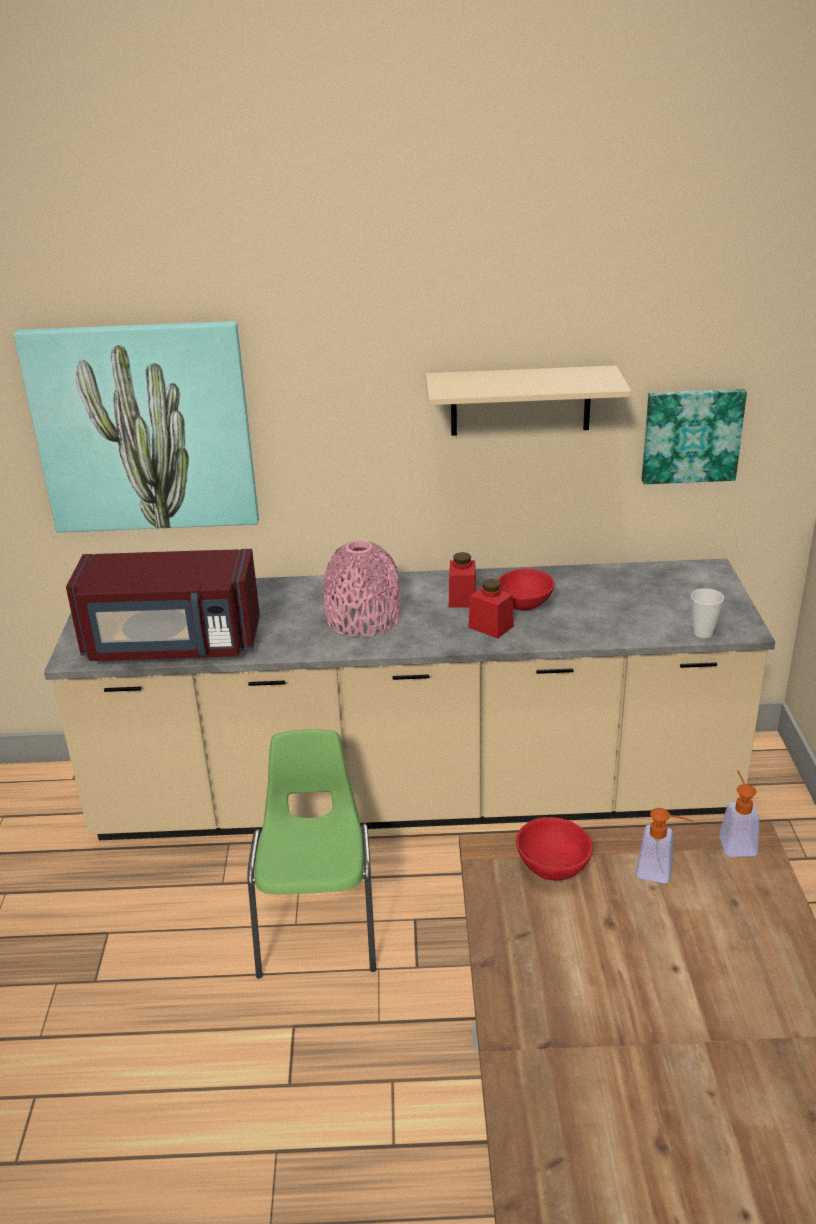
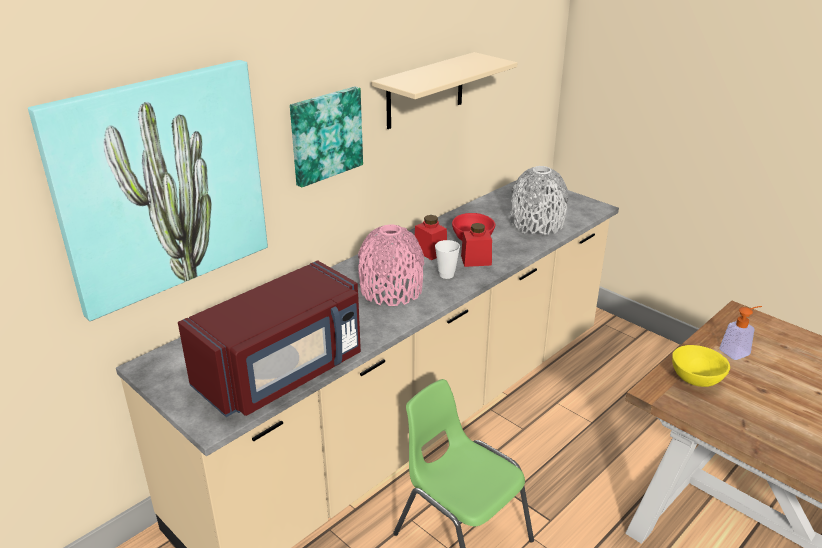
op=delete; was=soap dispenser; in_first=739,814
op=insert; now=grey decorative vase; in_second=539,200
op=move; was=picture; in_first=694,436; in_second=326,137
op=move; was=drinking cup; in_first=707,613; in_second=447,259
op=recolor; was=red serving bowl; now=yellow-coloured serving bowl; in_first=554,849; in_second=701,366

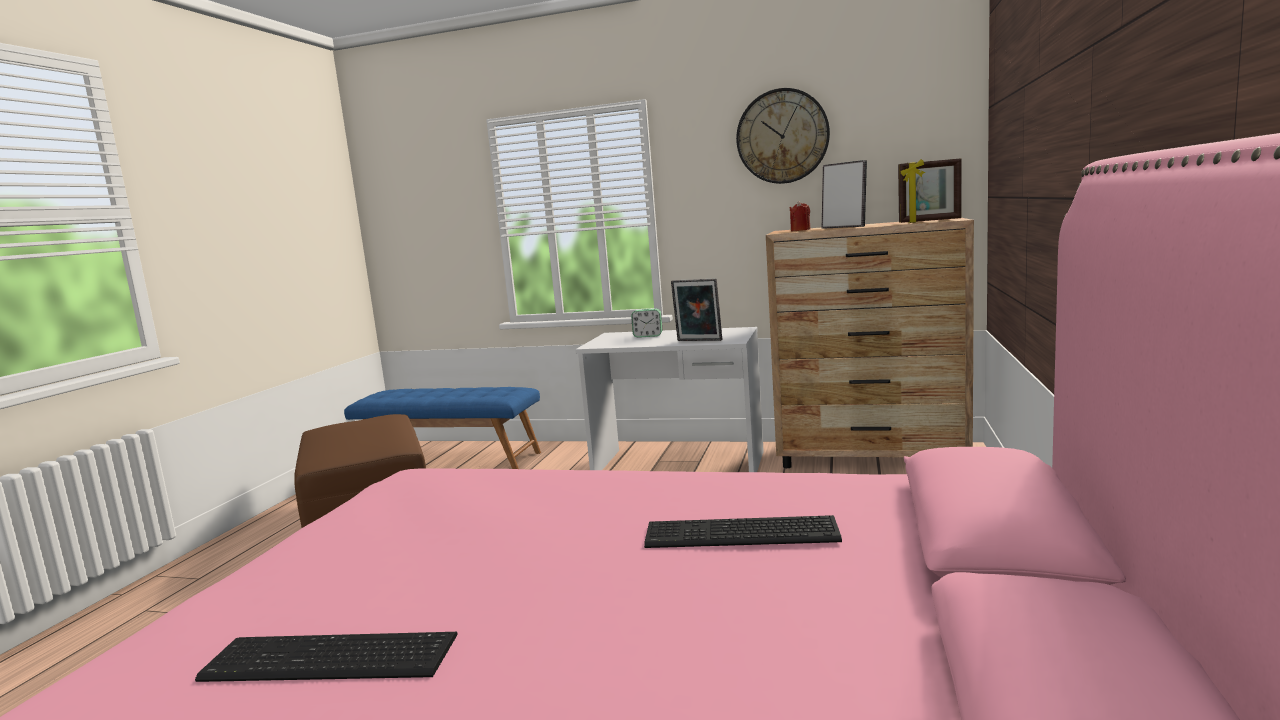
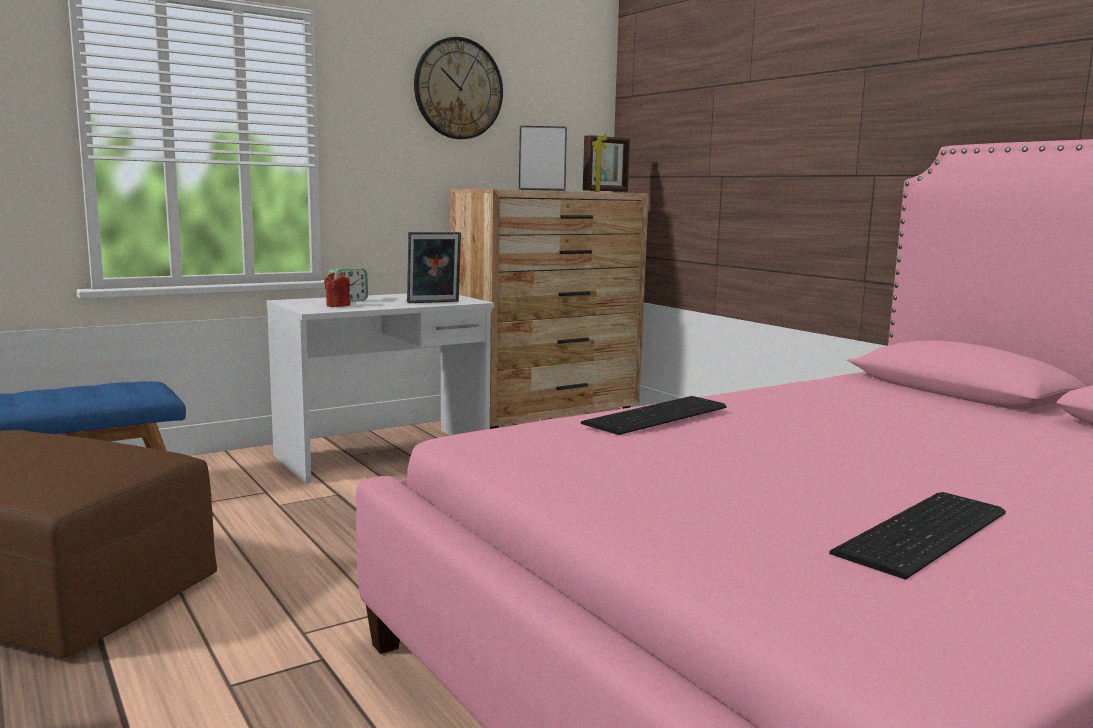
op=move; was=computer keyboard; in_first=743,531; in_second=654,415
op=move; was=red candle; in_first=800,216; in_second=337,289

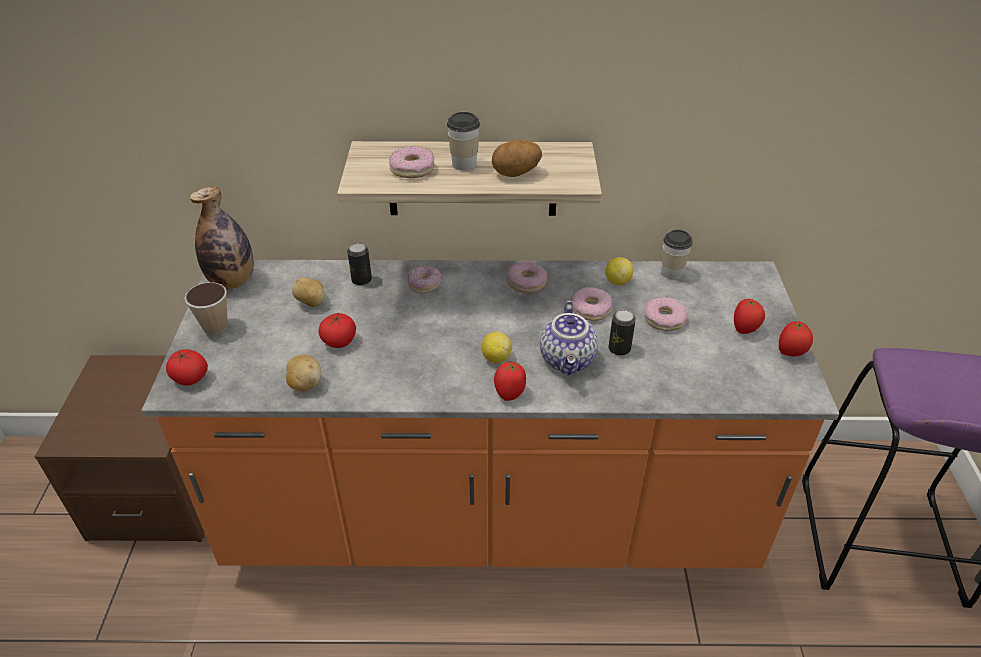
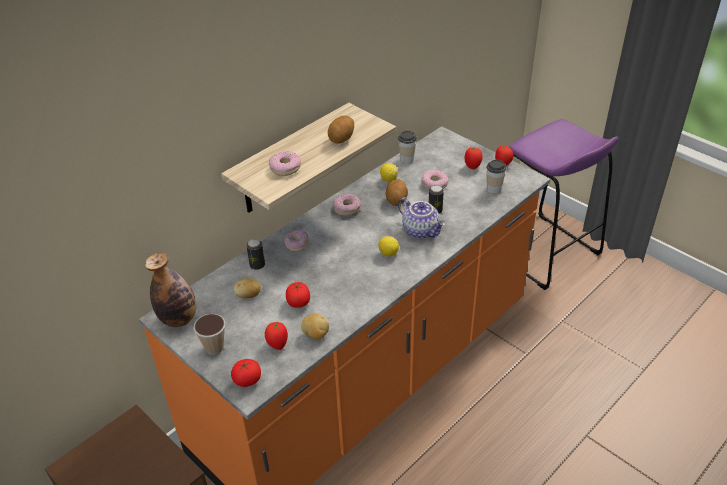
op=move; was=drinking cup; in_first=463,141; in_second=496,177
op=move; was=whole tomato; in_first=510,381; in_second=276,335
op=replace; was=donut; now=potato; in_first=592,304; in_second=397,192

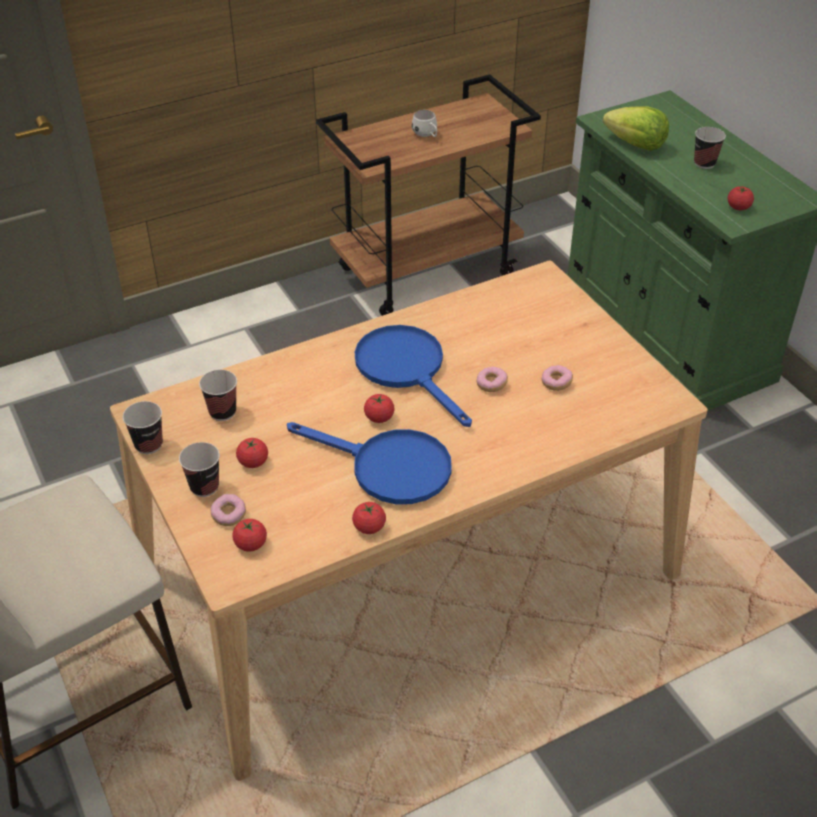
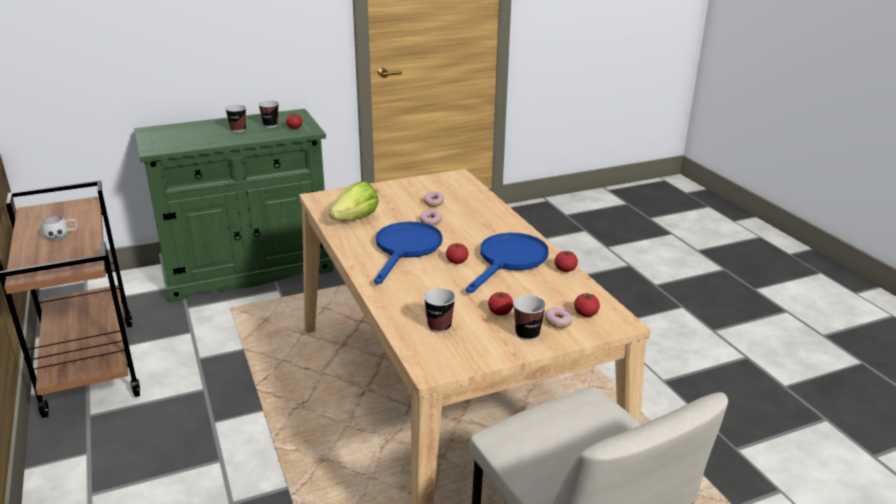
op=move; was=drinking cup; in_first=143,427; in_second=268,114
op=move; was=head of lettuce; in_first=636,128; in_second=354,201
op=rotate; was=blue frying pan; in_first=413,376; in_second=408,253; clockwise=135

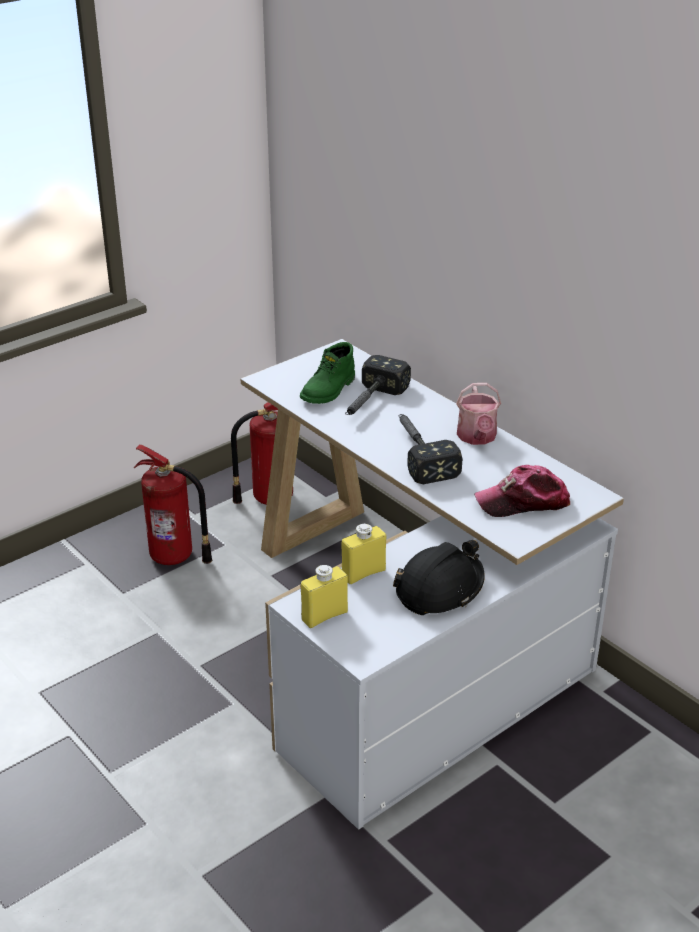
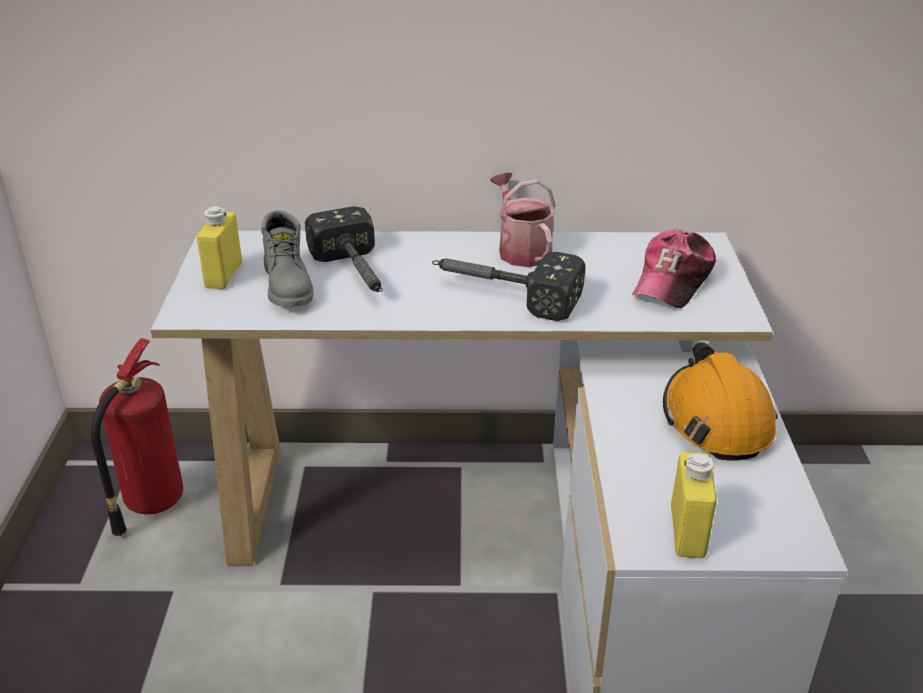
op=delete; was=fire-fighting cylinder; in_first=173,504
op=move; was=yellow-coloured drink bottle; in_first=363,554; in_second=219,247
op=recolor; was=green-coloured high-top boot; now=grey high-top boot; in_first=327,373; in_second=287,258
op=recolor; was=black safety helmet; now=orange-coloured safety helmet; in_first=439,577; in_second=720,401
op=rotate; was=watering can; in_first=478,414; in_second=523,219; clockwise=-150

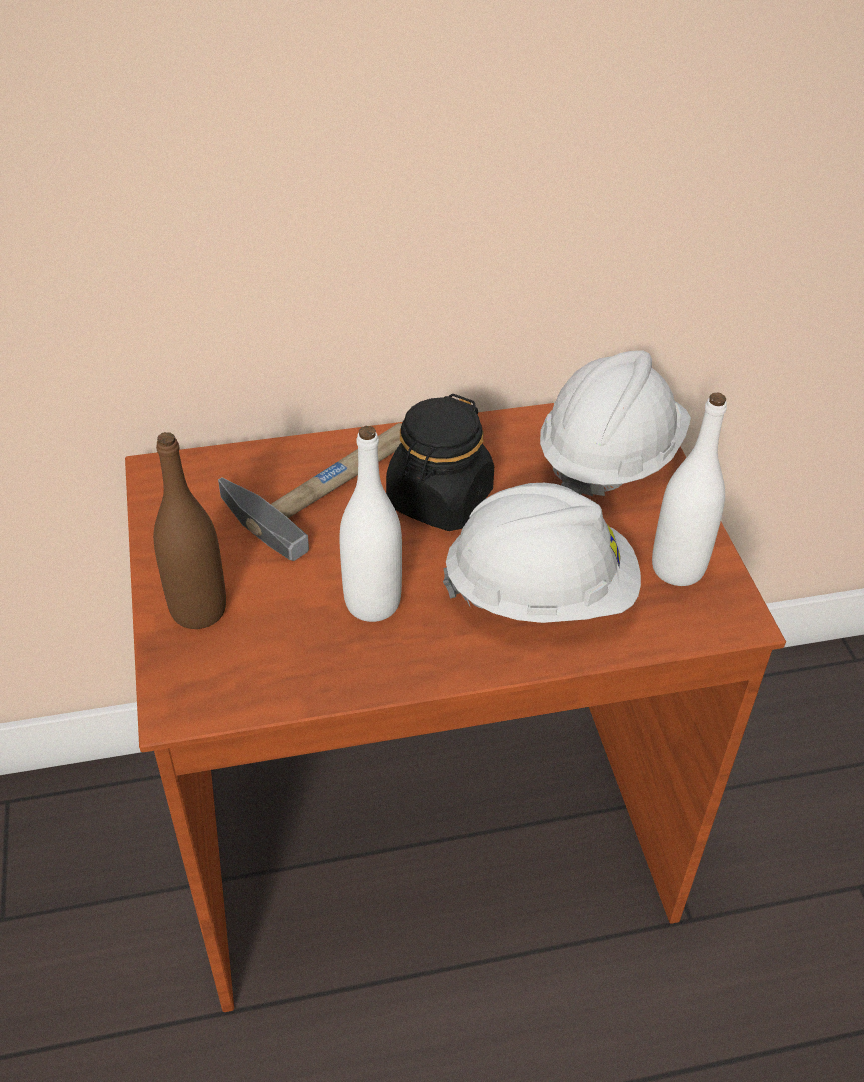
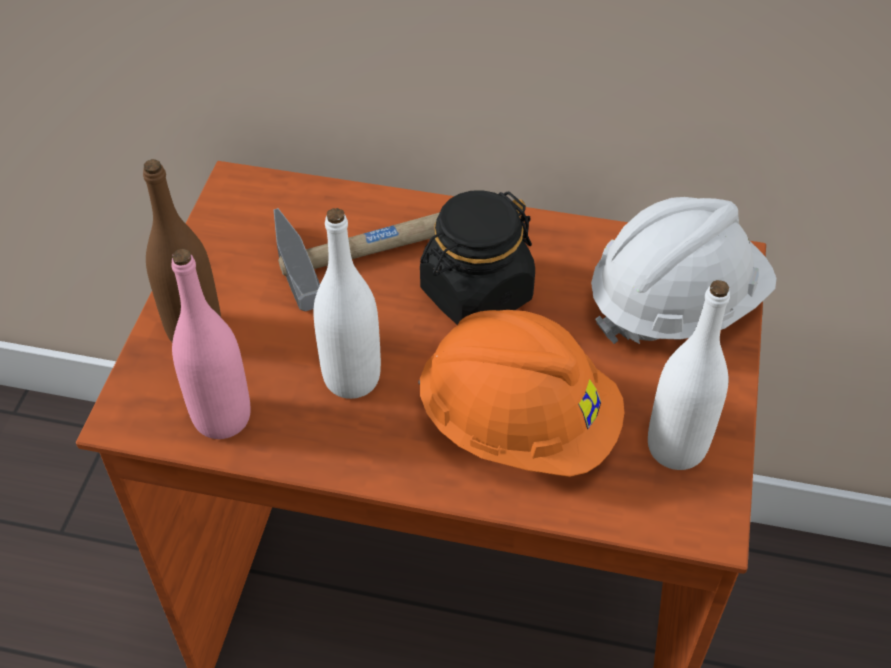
op=insert; now=pink-coloured drink bottle; in_second=211,344
op=recolor; was=white safety helmet; now=orange-coloured safety helmet; in_first=542,553; in_second=521,393

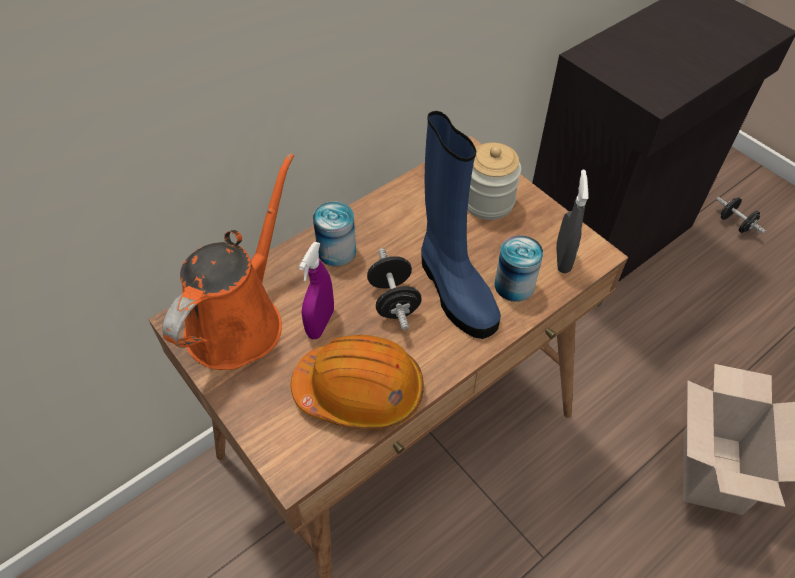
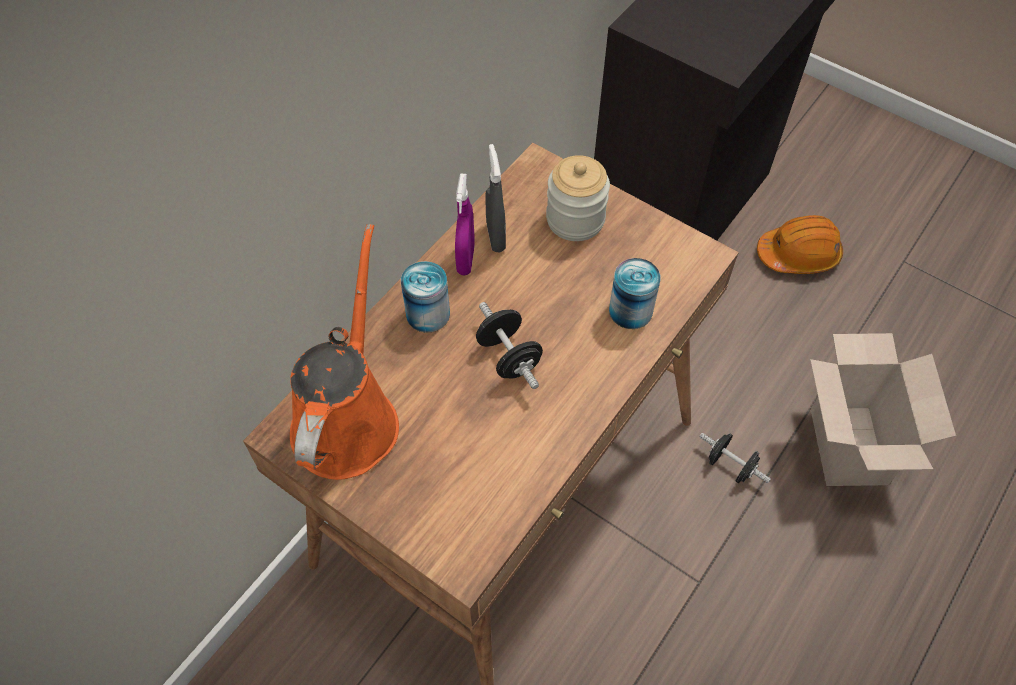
op=delete; was=blue high-top boot; in_first=461,225
op=move; was=orange-coloured safety helmet; in_first=357,382; in_second=800,244
op=move; was=purple sprayer; in_first=316,290; in_second=465,225
op=move; was=grey sprayer; in_first=572,221; in_second=495,198
op=move; was=black dumbbell; in_first=741,215; in_second=735,458

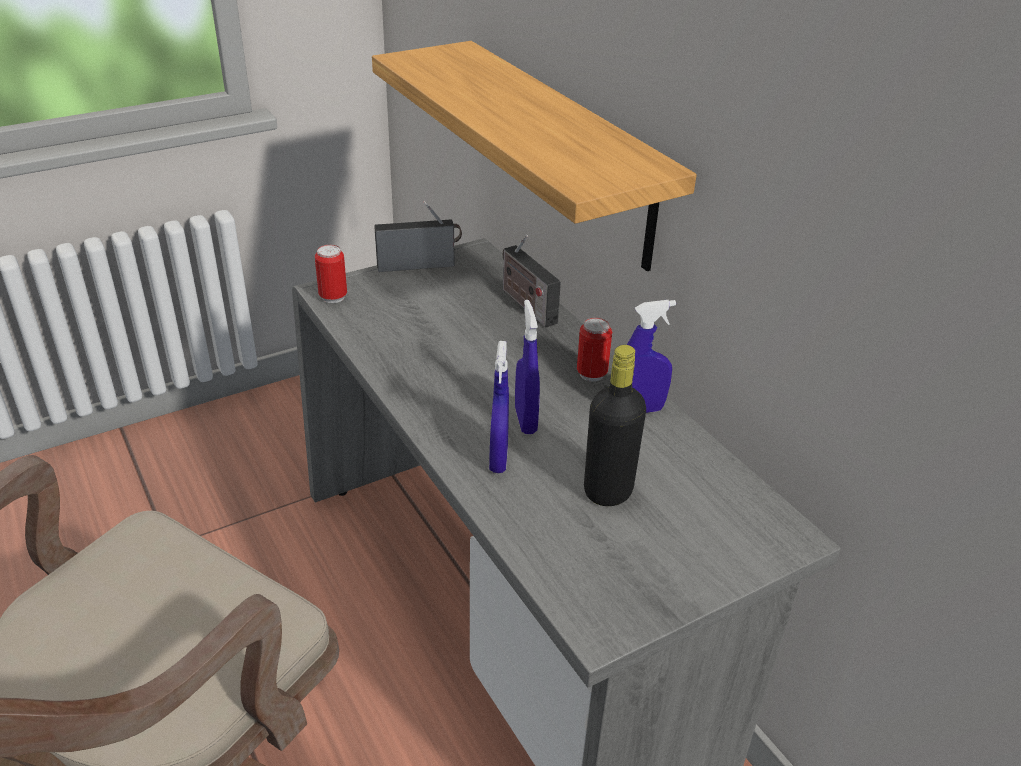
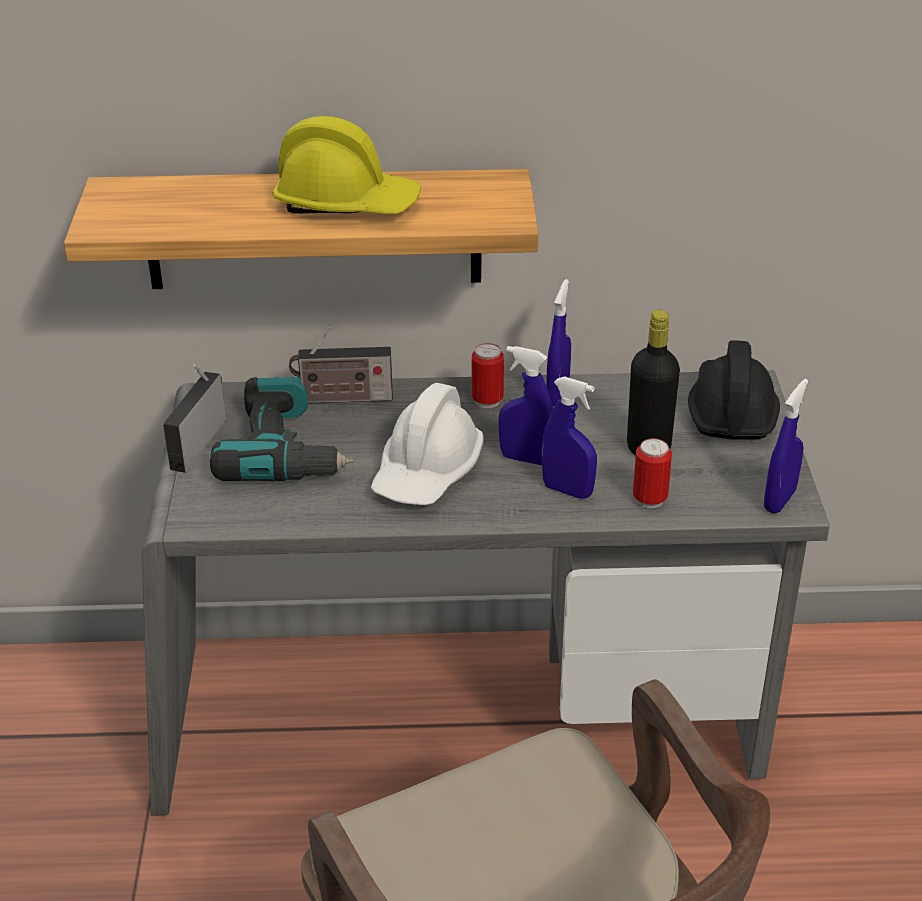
op=insert; now=drill; in_second=282,429
op=insert; now=yellow-coloured safety helmet; in_second=347,165
op=insert; now=white safety helmet; in_second=427,444
op=insert; now=black safety helmet; in_second=734,390
op=insert; now=blue sprayer; in_second=786,446
op=move; was=metal can; in_first=331,274; in_second=652,473

